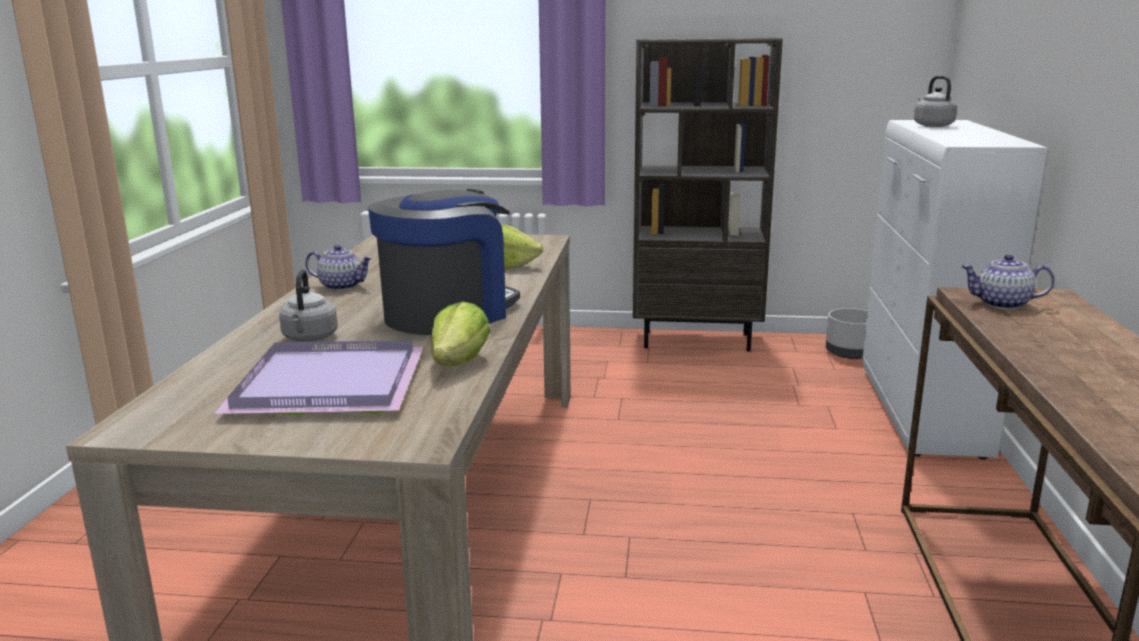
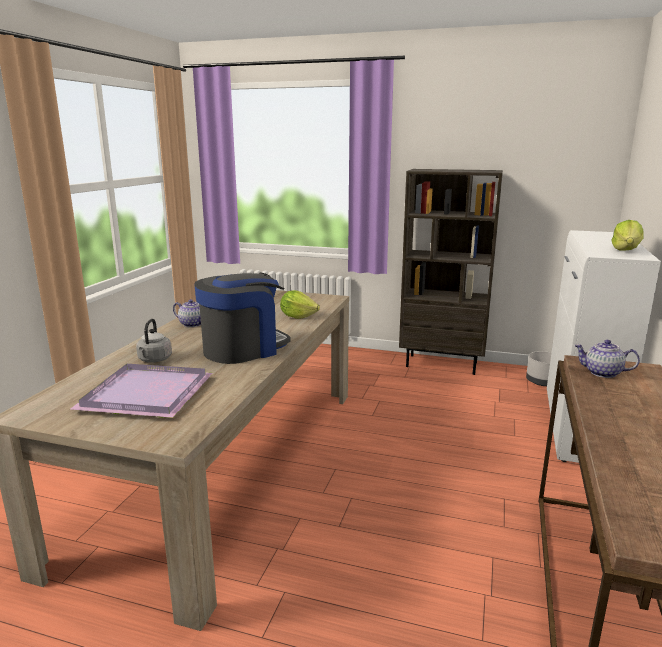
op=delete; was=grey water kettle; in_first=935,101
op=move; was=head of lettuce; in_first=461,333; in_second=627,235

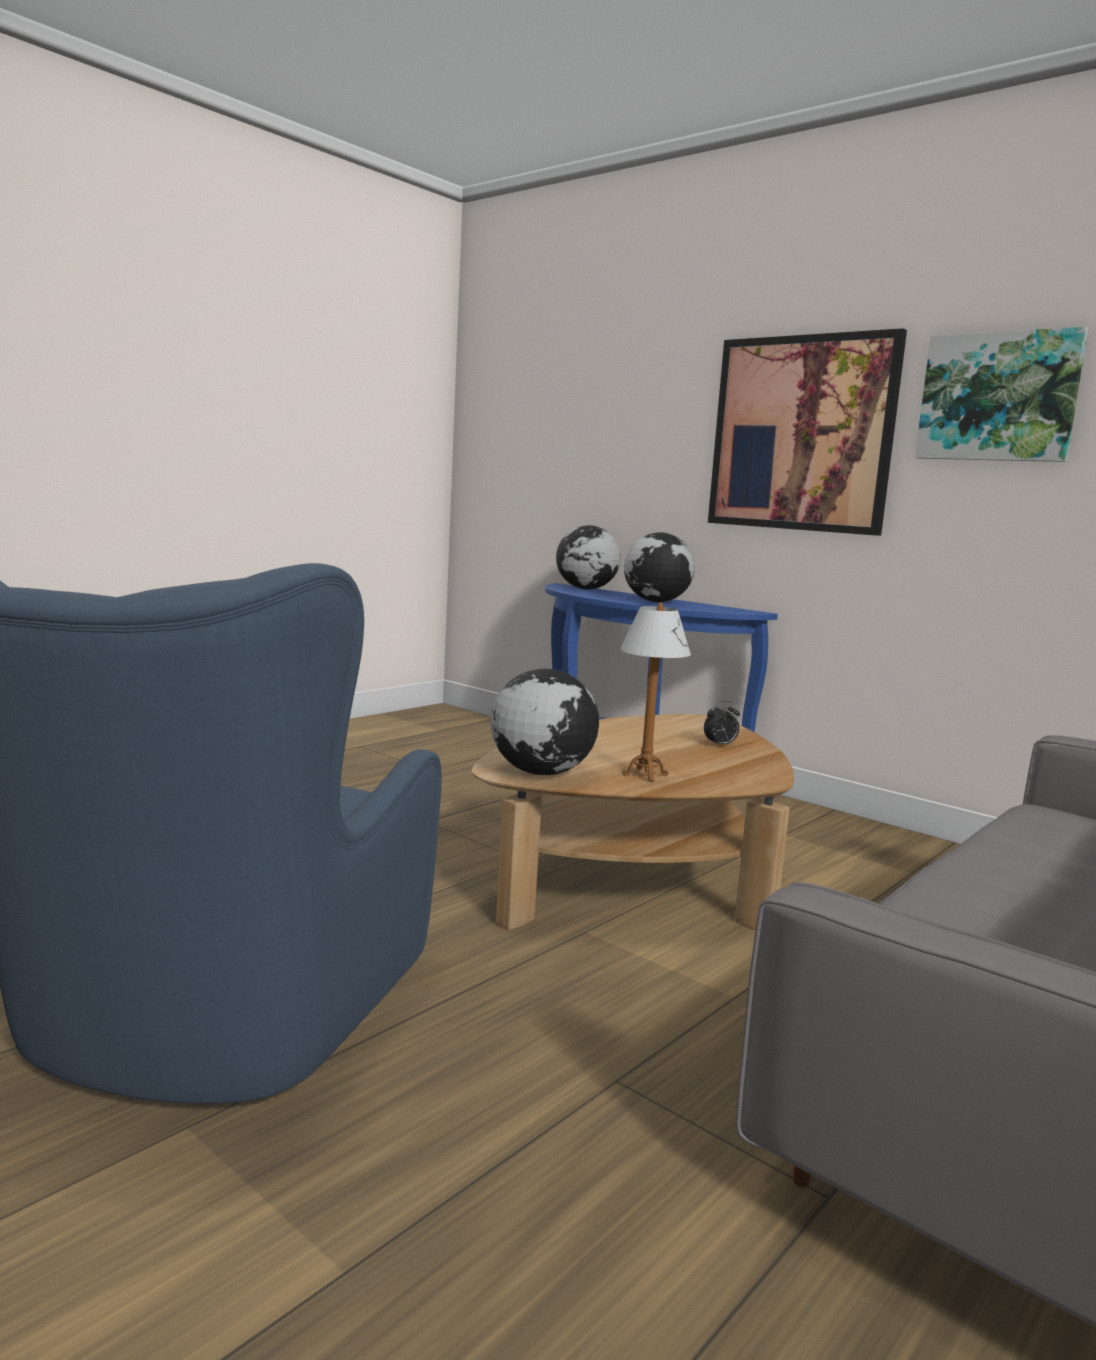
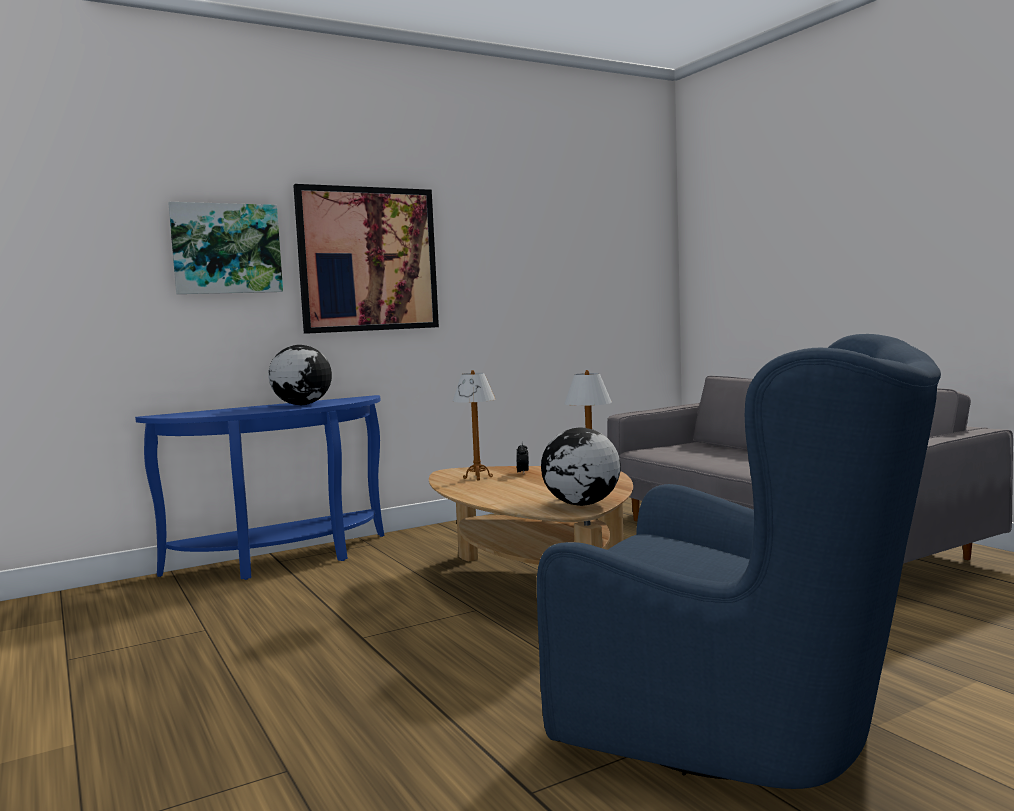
op=delete; was=desk globe; in_first=588,557
op=insert; now=tabletop lamp; in_second=474,425
op=move; was=picture; in_first=1001,394; in_second=225,248

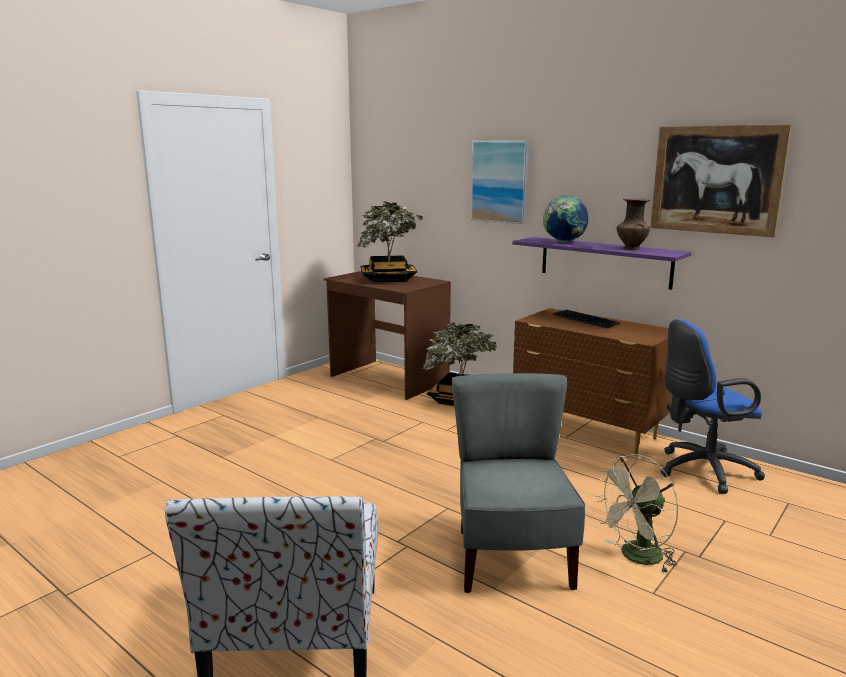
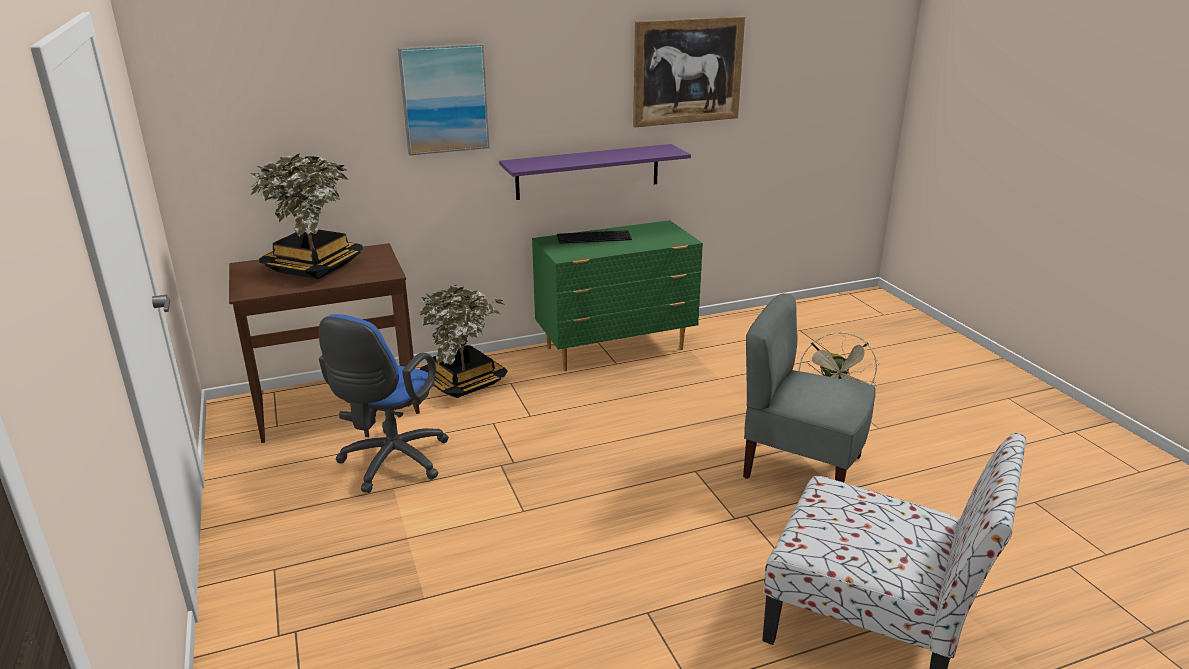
op=delete; was=desk globe; in_first=566,219
op=delete; was=brown-coloured decorative vase; in_first=633,224
op=move; was=blue computer chair; in_first=712,406; in_second=384,403
op=recolor; was=brown-coloured dresser; now=green-coloured dresser; in_first=593,381; in_second=617,295

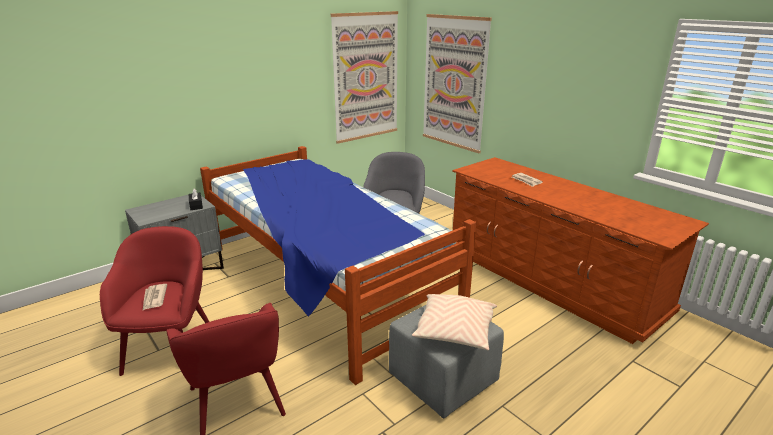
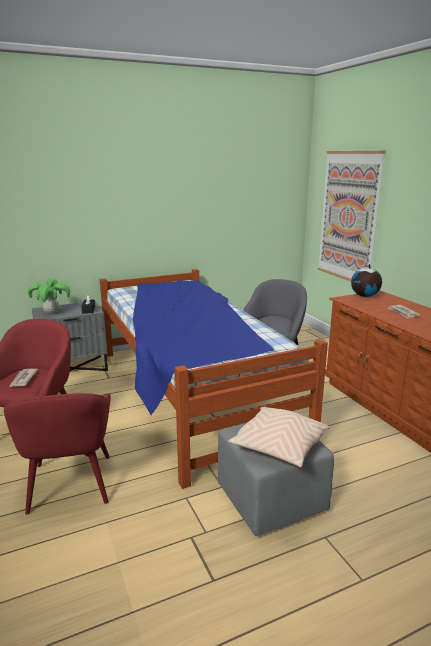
op=delete; was=picture; in_first=364,77
op=insert; now=plant in a pot; in_second=49,296
op=insert; now=desk globe; in_second=366,280

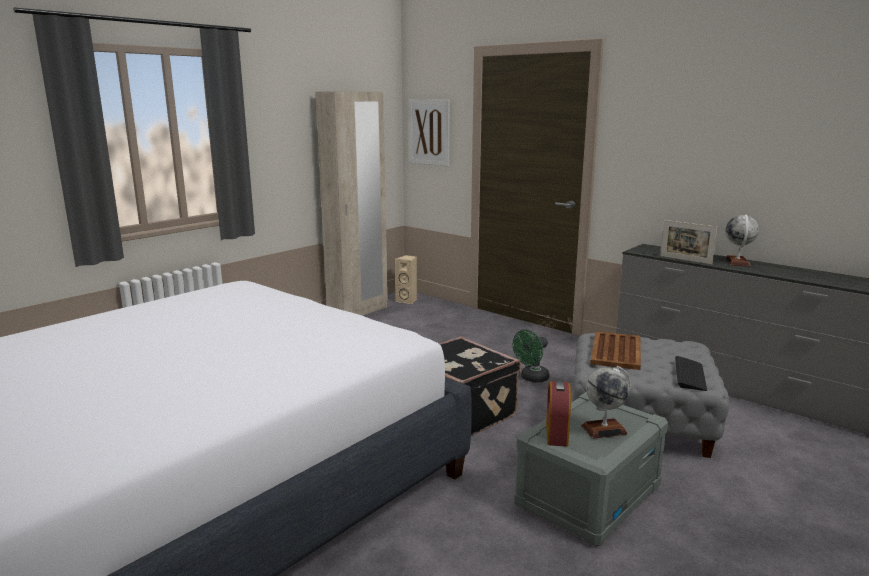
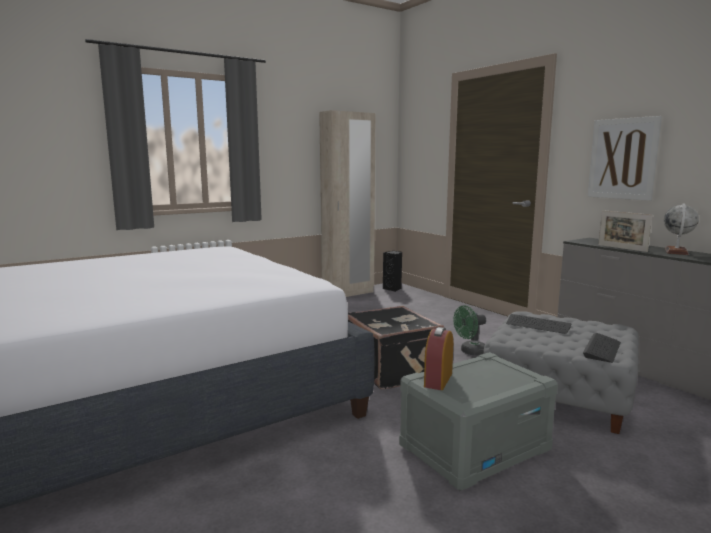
op=delete; was=desk globe; in_first=606,402
op=move; was=picture; in_first=429,133; in_second=624,158
op=replace; was=brown-coloured serving tray; now=computer keyboard; in_first=615,350; in_second=539,324
op=recolor; was=beige loudspeaker; now=black loudspeaker; in_first=406,279; in_second=392,271

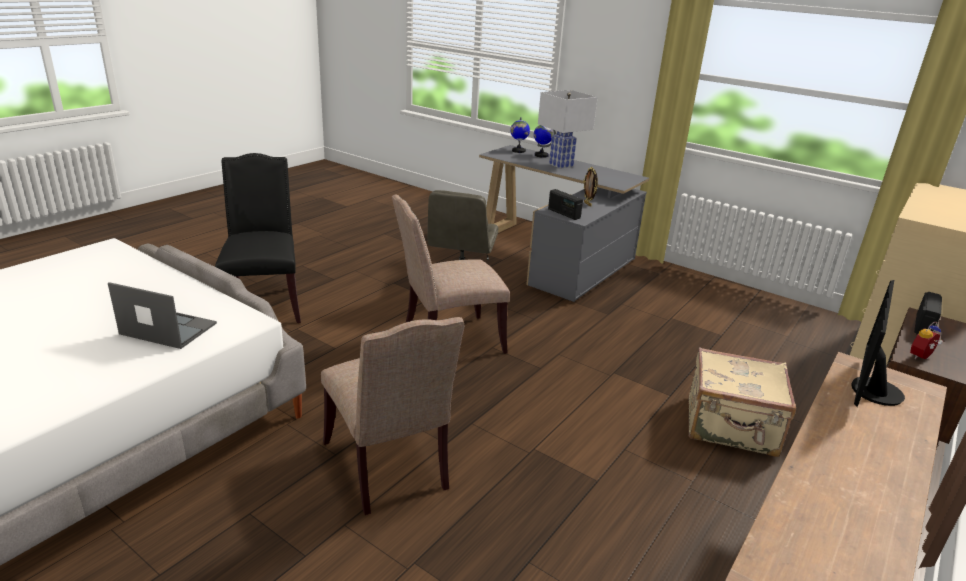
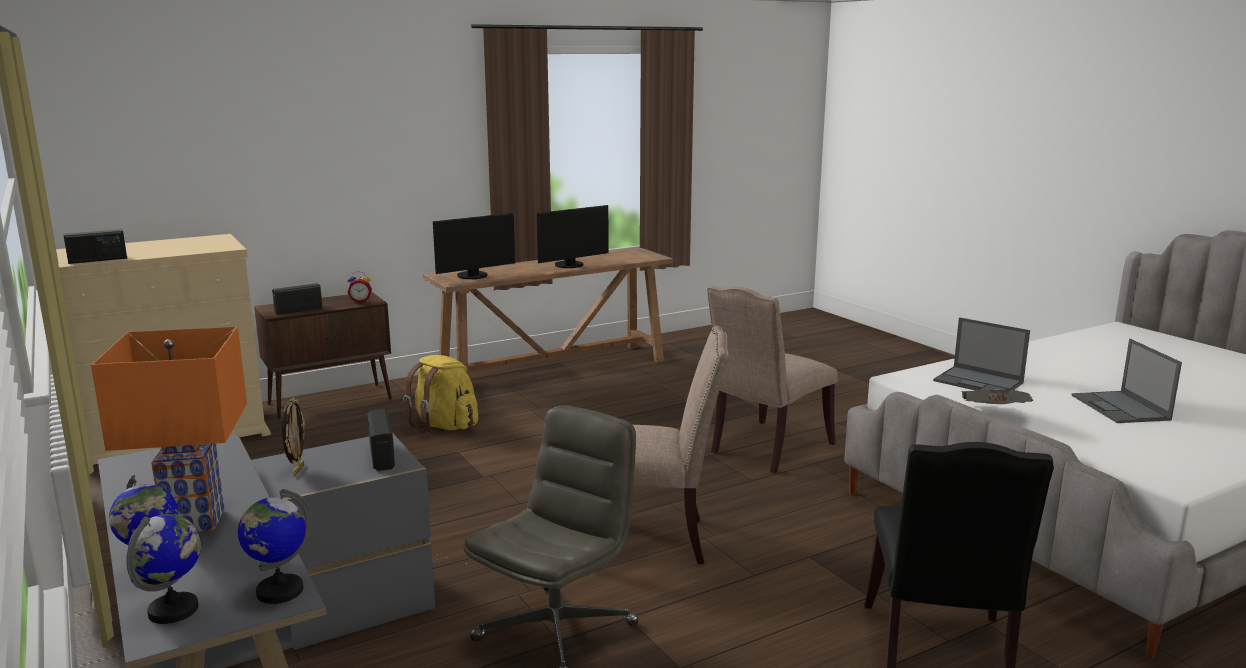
op=insert; now=radio; in_second=95,246
op=insert; now=desk globe; in_second=275,546
op=insert; now=computer screen; in_second=573,236
op=insert; now=printed paper; in_second=997,396
op=insert; now=portable computer; in_second=1127,381
op=replace; was=beige suitcase; now=yellow-coloured rucksack; in_first=742,402; in_second=440,395
op=recolor; was=white tabletop lamp; now=orange-coloured tabletop lamp; in_first=568,129; in_second=169,429
op=rotate; was=beige upright chair; in_first=393,416; in_second=772,379; clockwise=-135

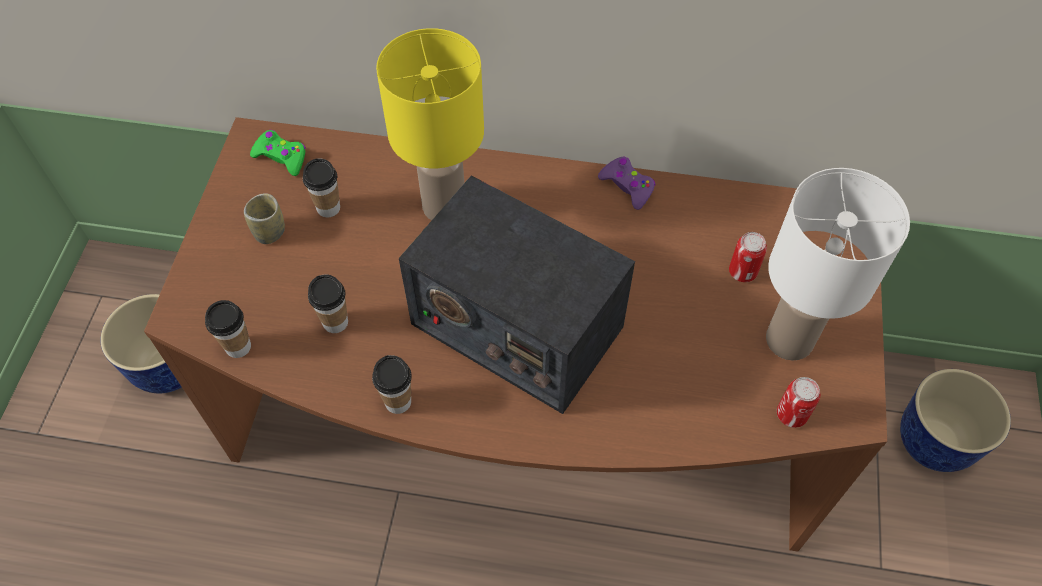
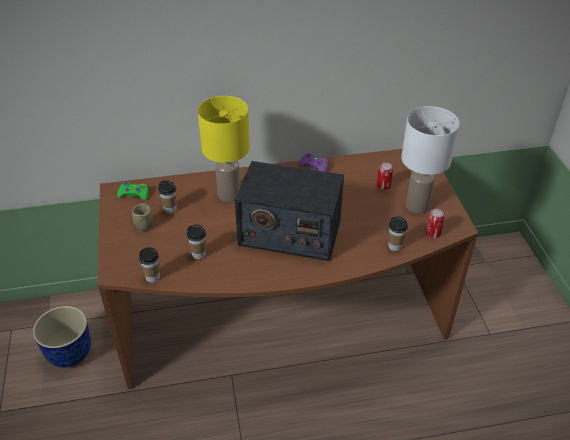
op=delete; was=planter; in_first=955,420
op=move; was=drinking cup; in_first=392,384; in_second=398,233

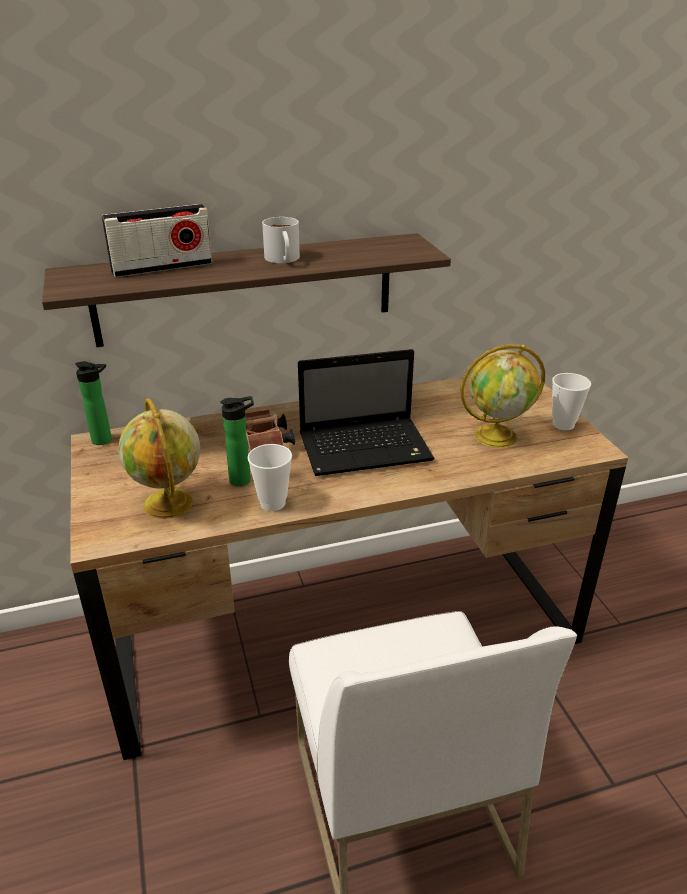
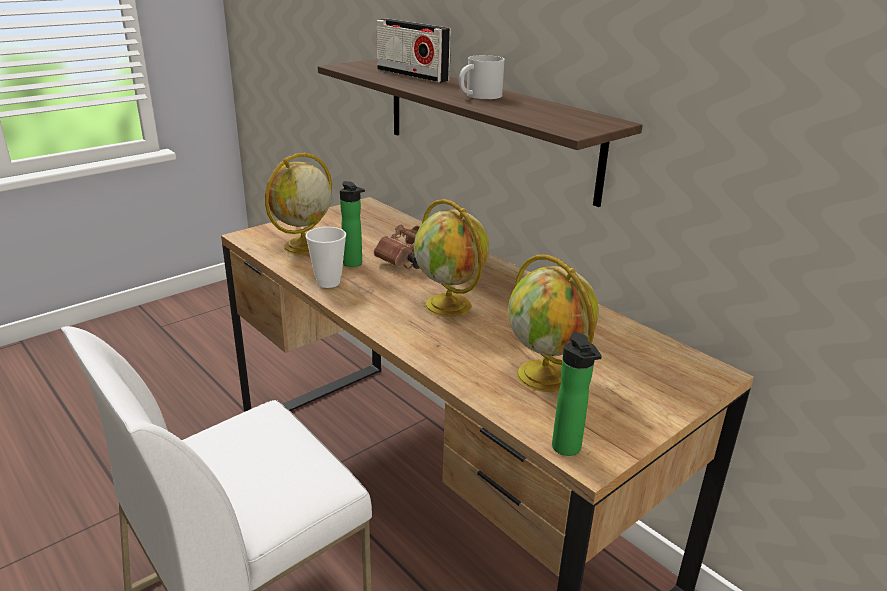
op=delete; was=drinking cup; in_first=571,401
op=move; was=drink bottle; in_first=93,403; in_second=577,394
op=replace; was=portable computer; now=desk globe; in_first=366,412; in_second=451,258

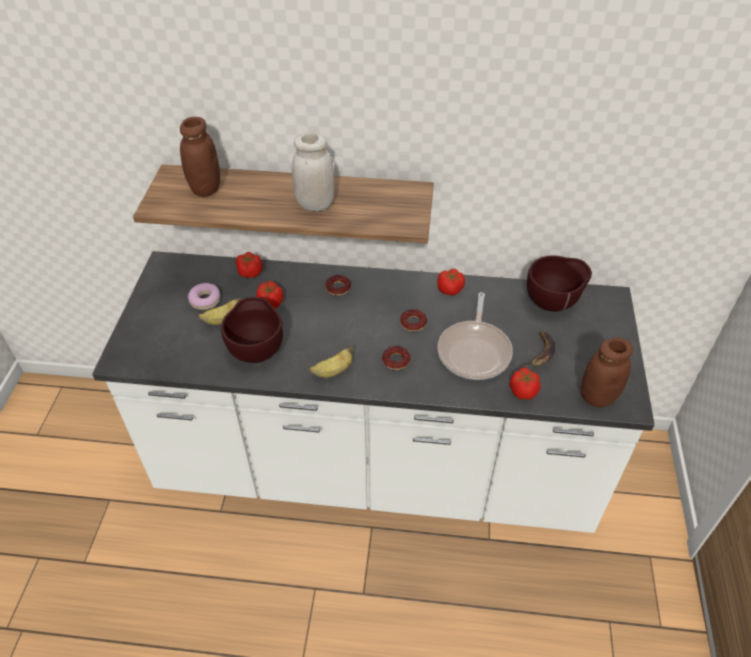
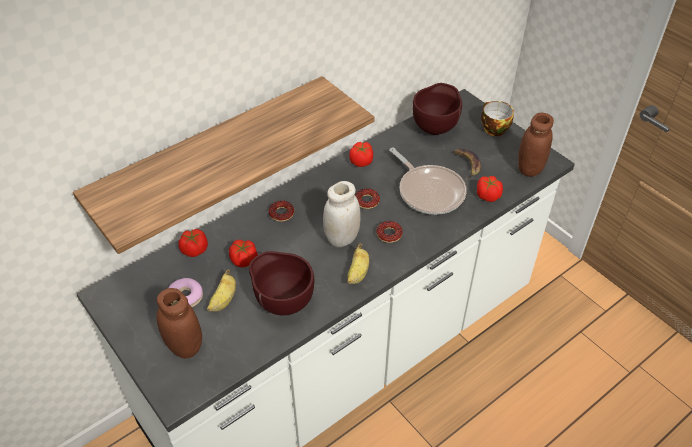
op=insert; now=drinking cup; in_second=497,118
op=move; was=brown-coloured storage jar; in_first=200,157; in_second=179,323
op=move; was=white storage jar; in_first=313,172; in_second=342,214

